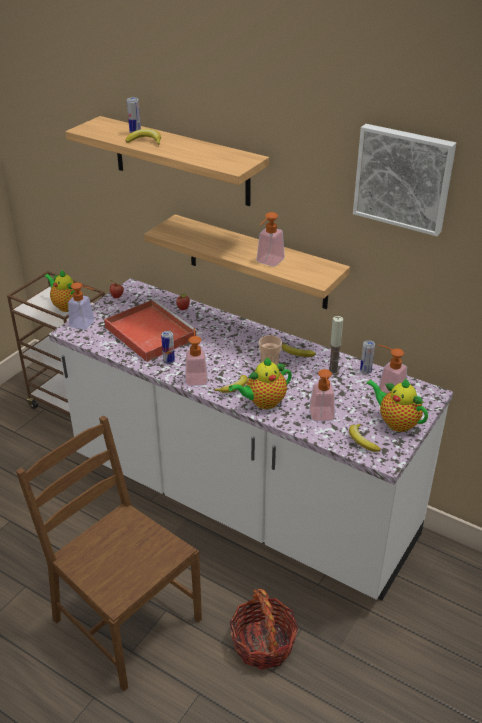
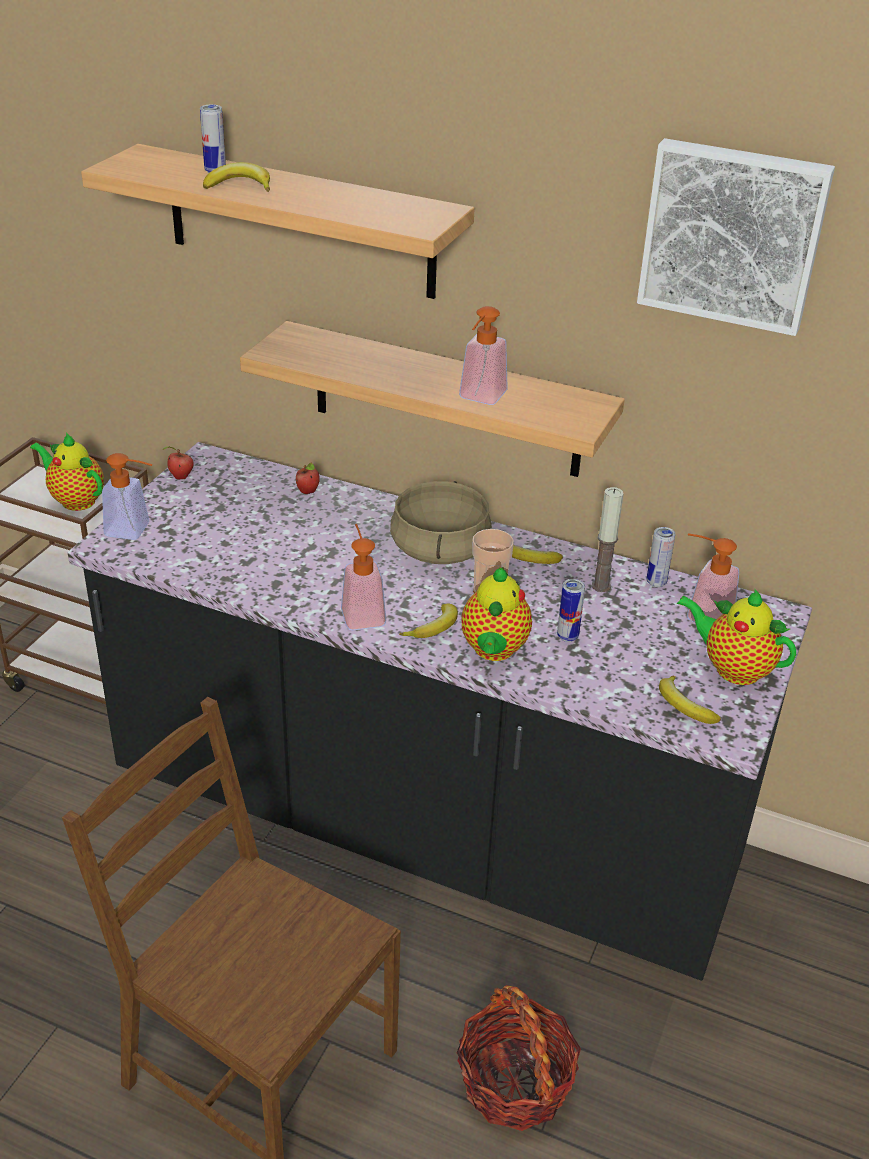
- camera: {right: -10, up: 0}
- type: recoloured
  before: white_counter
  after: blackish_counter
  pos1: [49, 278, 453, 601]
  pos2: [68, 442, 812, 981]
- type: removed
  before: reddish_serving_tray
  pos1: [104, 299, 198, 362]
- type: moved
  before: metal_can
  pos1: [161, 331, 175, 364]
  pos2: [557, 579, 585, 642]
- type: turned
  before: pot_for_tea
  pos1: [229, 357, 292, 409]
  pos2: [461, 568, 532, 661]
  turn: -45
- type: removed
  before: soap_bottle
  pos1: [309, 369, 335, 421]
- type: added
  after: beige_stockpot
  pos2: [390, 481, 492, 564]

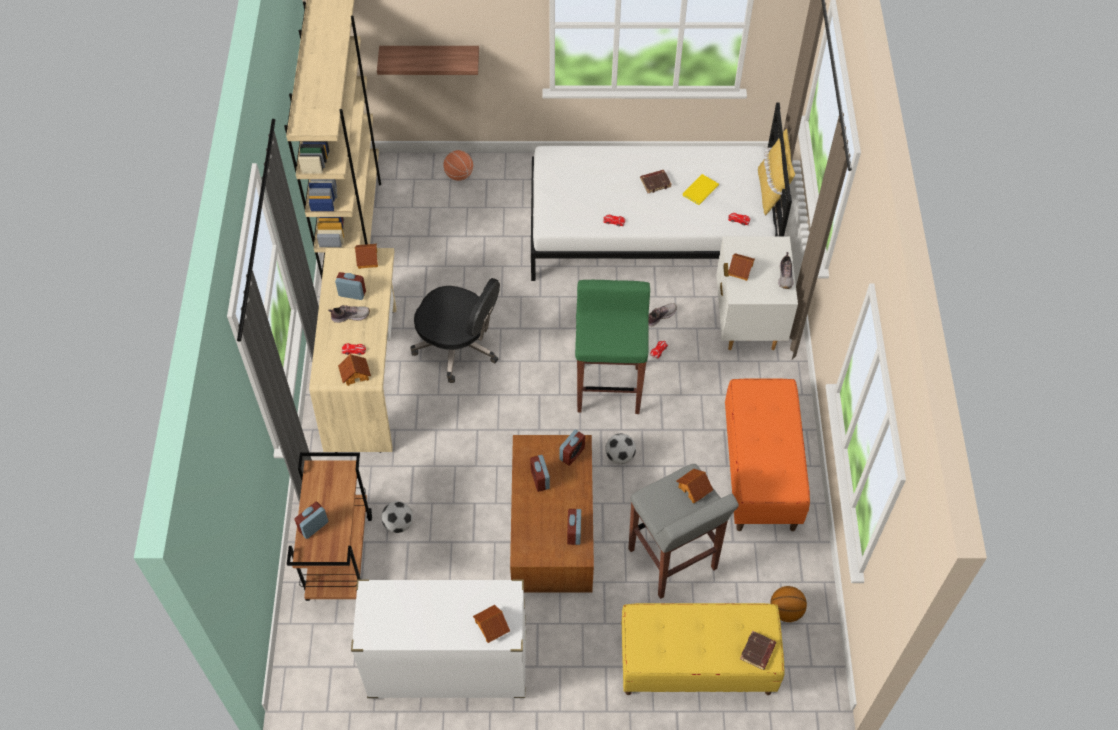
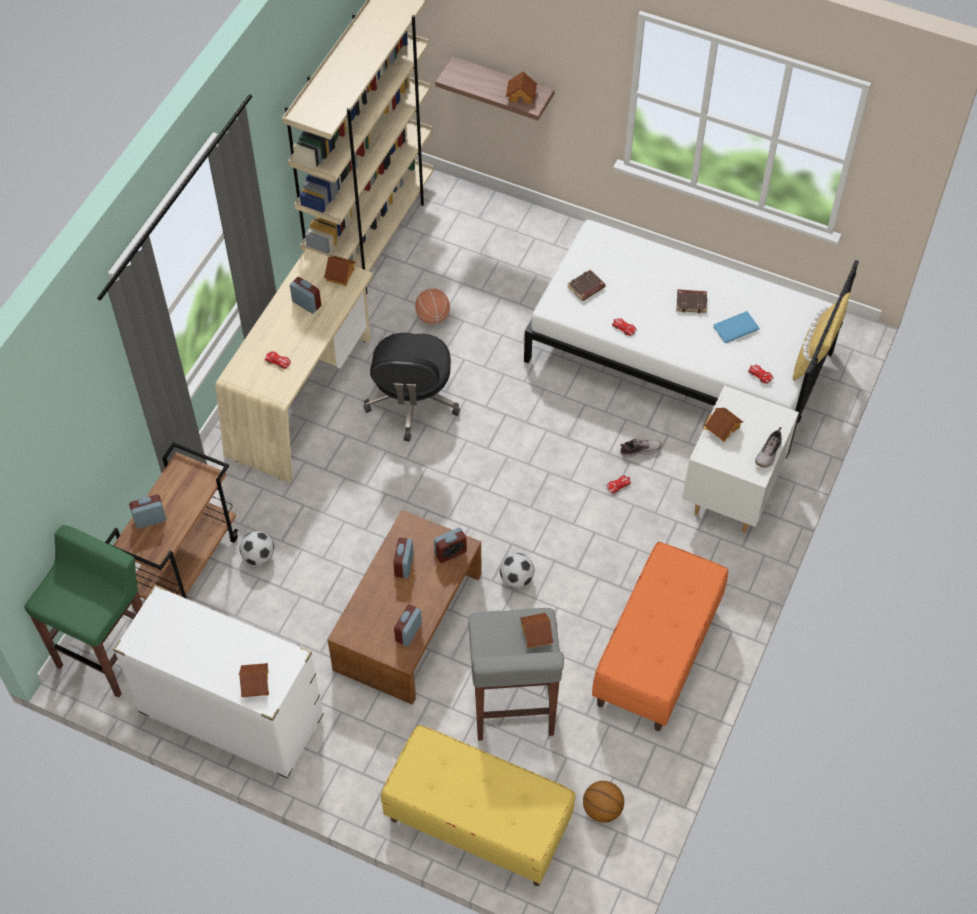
- camera: {right: 25, up: 0}
- type: removed
  before: item_of_footwear
  pos1: [328, 305, 370, 323]
- type: moved
  before: model_house
  pos1: [338, 354, 371, 386]
  pos2: [506, 71, 537, 104]
- type: turned
  before: blackish_office_chair
  pos1: [410, 278, 500, 383]
  pos2: [363, 333, 460, 442]
  turn: 45
- type: moved
  before: basketball_ball
  pos1: [443, 150, 473, 181]
  pos2: [415, 289, 450, 324]
- type: moved
  before: greenish_stool_seat
  pos1: [575, 280, 650, 414]
  pos2: [24, 525, 143, 698]
- type: recoloured
  before: yellowish_book
  after: blue-coloured_book
  pos1: [683, 174, 719, 205]
  pos2: [713, 311, 760, 343]
- type: moved
  before: brown_book
  pos1: [740, 631, 777, 670]
  pos2: [567, 270, 606, 301]

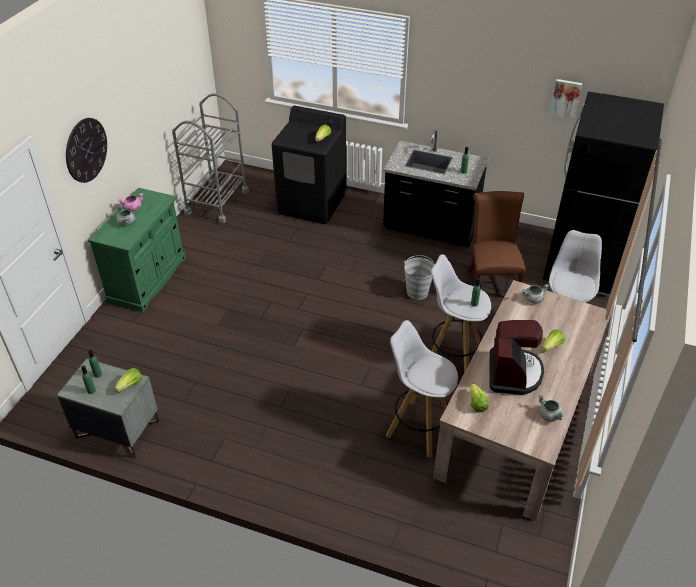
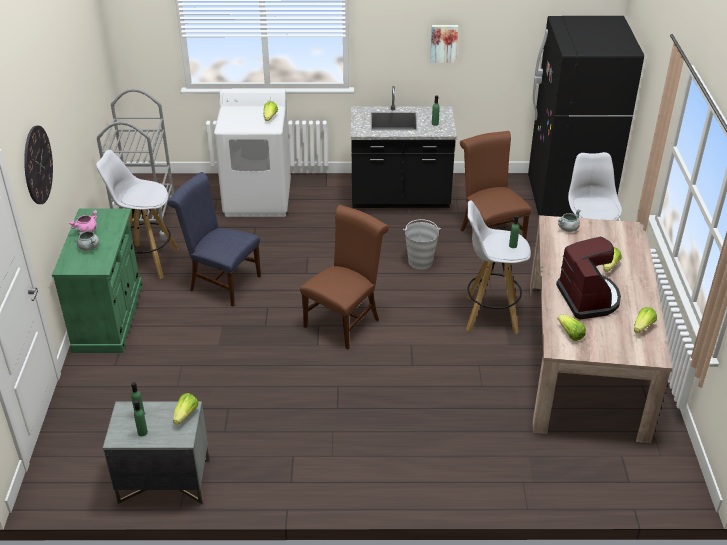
- camera: {right: -20, up: -5}
- type: recoloured
  before: blackish_washing_machine
  after: white_washing_machine
  pos1: [272, 106, 347, 224]
  pos2: [214, 89, 291, 217]
- type: moved
  before: white_stool_seat
  pos1: [386, 320, 458, 458]
  pos2: [96, 150, 179, 279]
- type: replaced
  before: greyish_stockpot
  after: lettuce
  pos1: [538, 394, 565, 422]
  pos2: [634, 307, 657, 333]
- type: moved
  before: picture
  pos1: [550, 79, 582, 119]
  pos2: [430, 25, 458, 63]
- type: added
  after: blue-coloured_upright_chair
  pos2: [167, 172, 261, 306]
- type: added
  after: brown_upright_chair
  pos2: [300, 205, 389, 350]

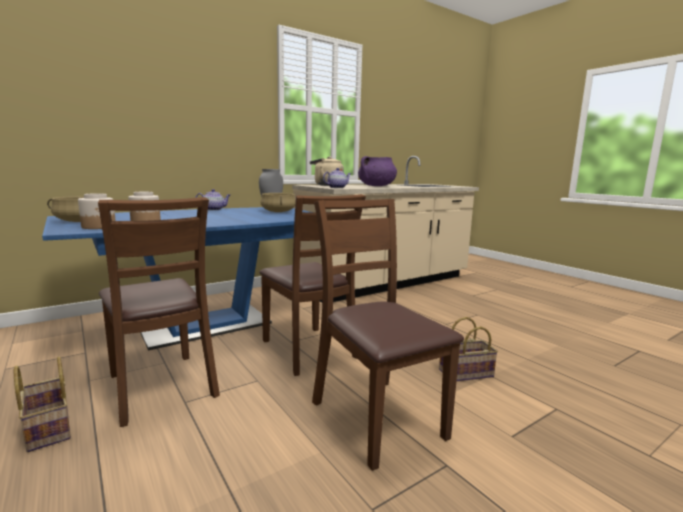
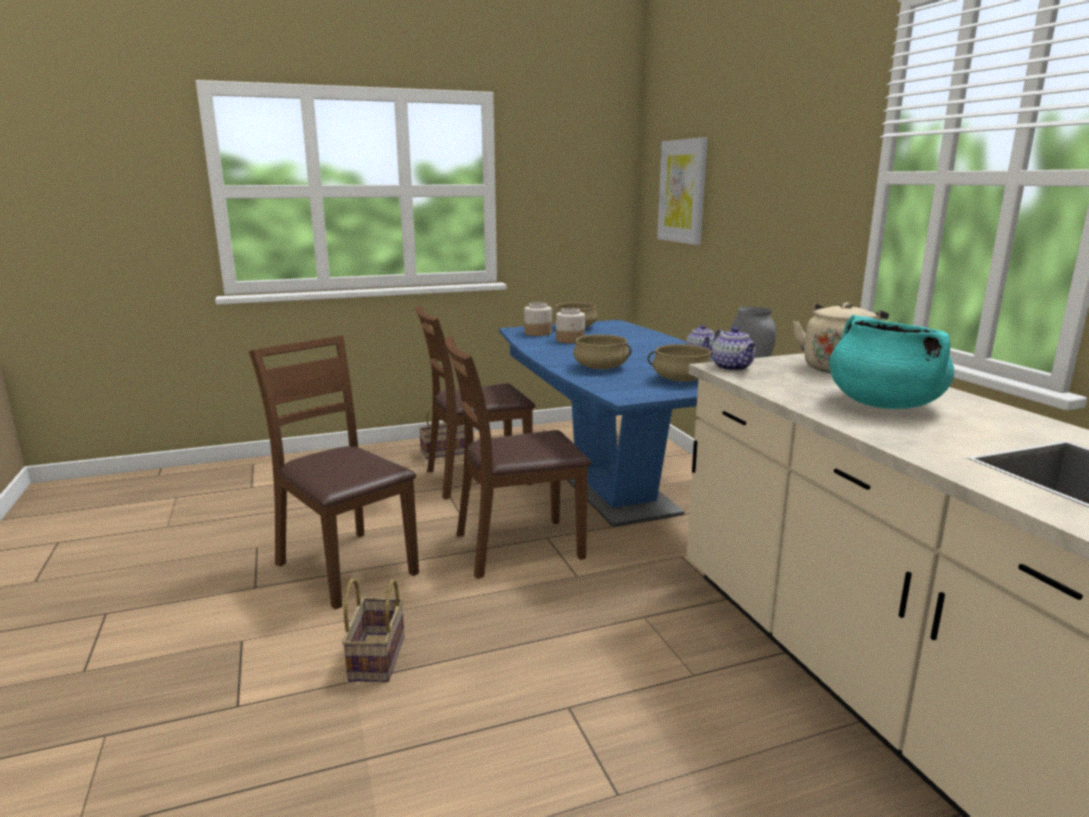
- camera: {right: 105, up: 5}
- type: turned
  before: brown_upright_chair
  pos1: [312, 199, 464, 471]
  pos2: [249, 336, 419, 610]
  turn: -120
- type: recoloured
  before: purple_stockpot
  after: turquoise_stockpot
  pos1: [358, 156, 397, 186]
  pos2: [829, 315, 954, 409]
- type: added
  after: beige_stockpot
  pos2: [573, 334, 631, 369]
- type: added
  after: picture
  pos2: [657, 137, 708, 245]

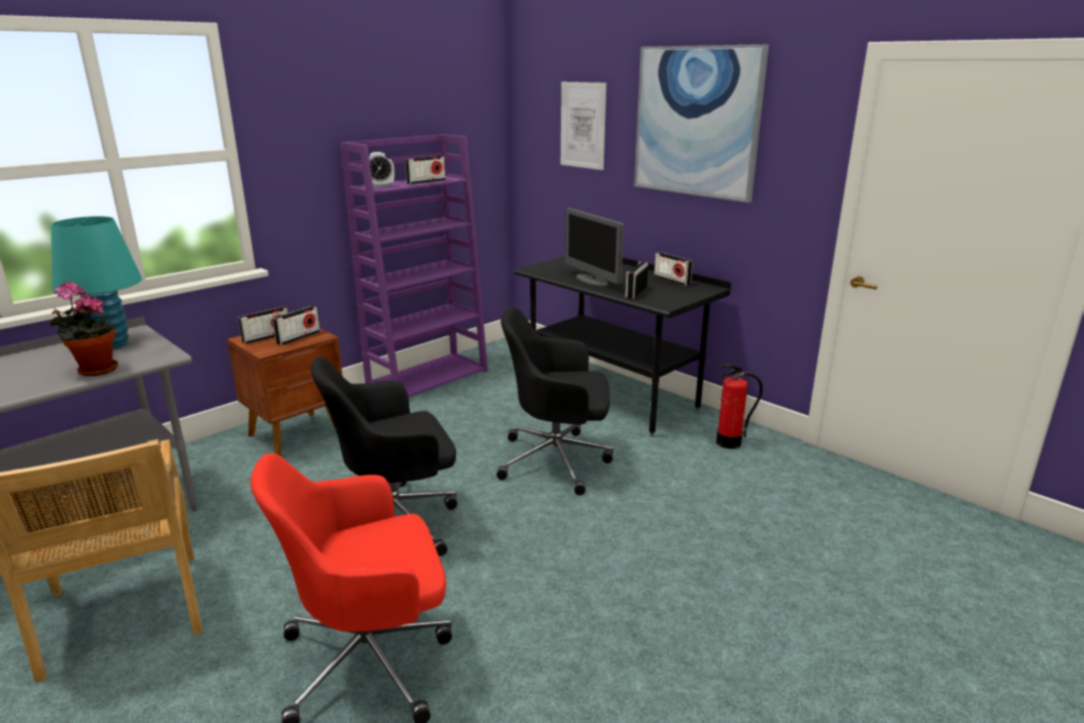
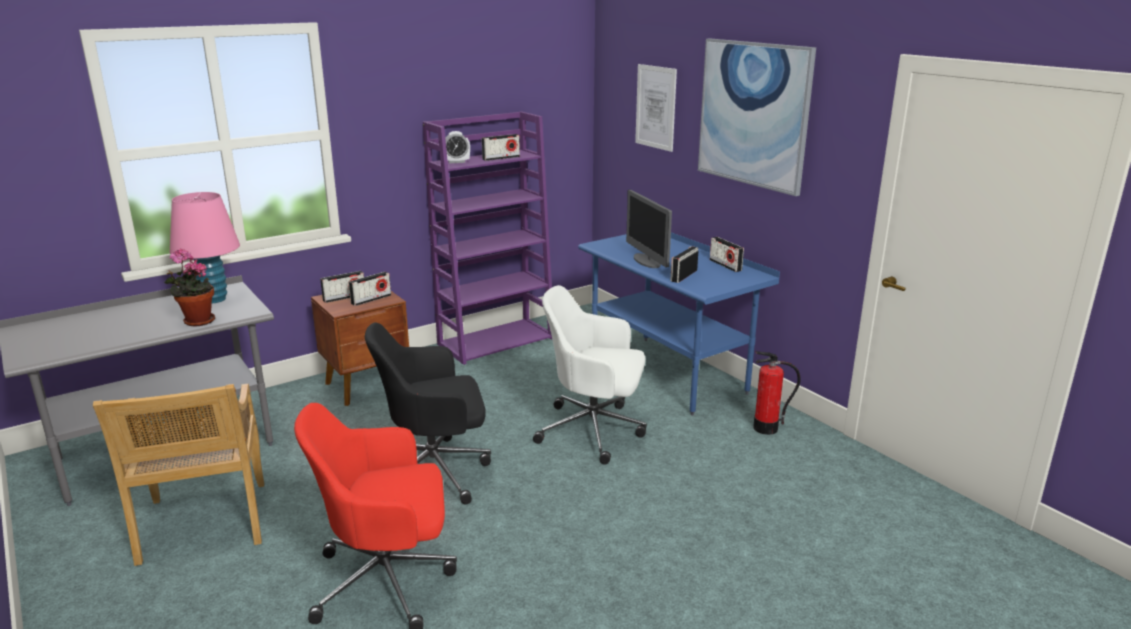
- camera: {right: 10, up: 0}
- type: recoloured
  before: turquoise_tabletop_lamp
  after: pinkish_tabletop_lamp
  pos1: [51, 216, 142, 349]
  pos2: [170, 192, 240, 303]
- type: recoloured
  before: blackish_office_chair
  after: white_office_chair
  pos1: [497, 307, 614, 495]
  pos2: [533, 285, 647, 465]
- type: recoloured
  before: blackish_desk_table
  after: blue-coloured_desk_table
  pos1: [514, 256, 731, 436]
  pos2: [578, 232, 780, 416]

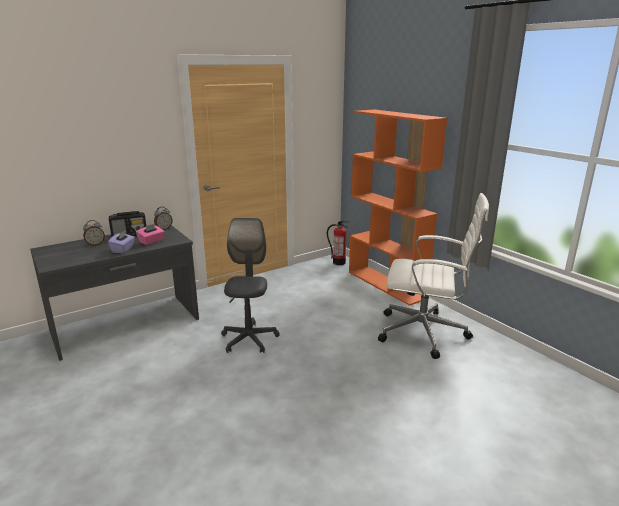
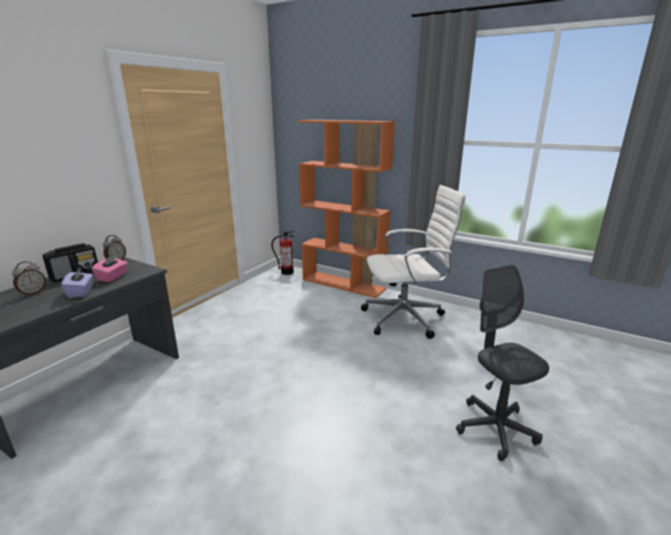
- camera: {right: -25, up: 0}
- type: moved
  before: greyish_office_chair
  pos1: [221, 218, 279, 353]
  pos2: [456, 265, 549, 461]

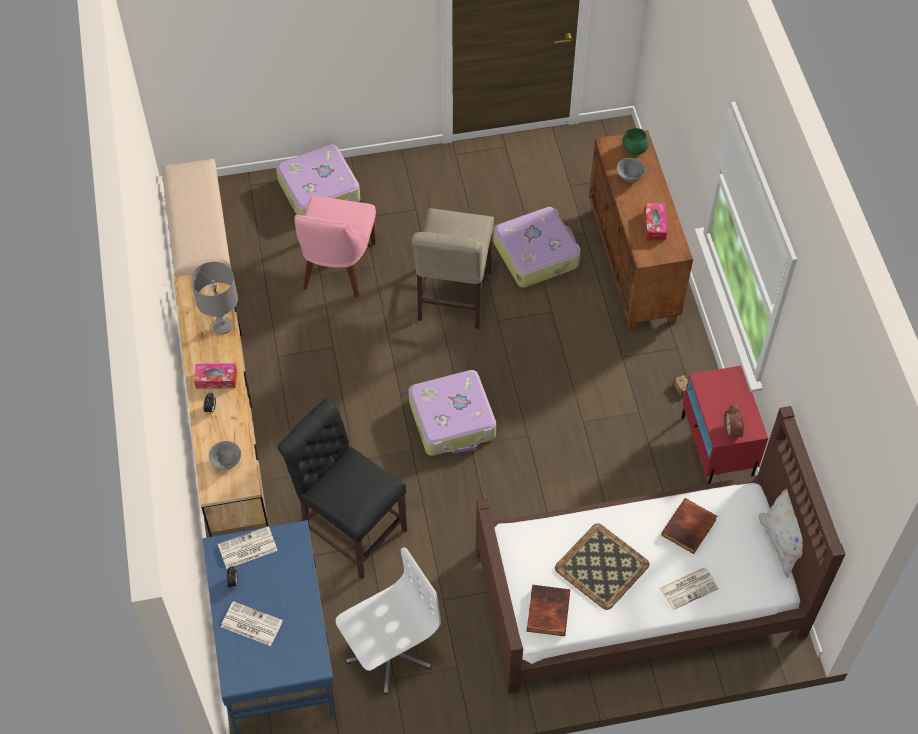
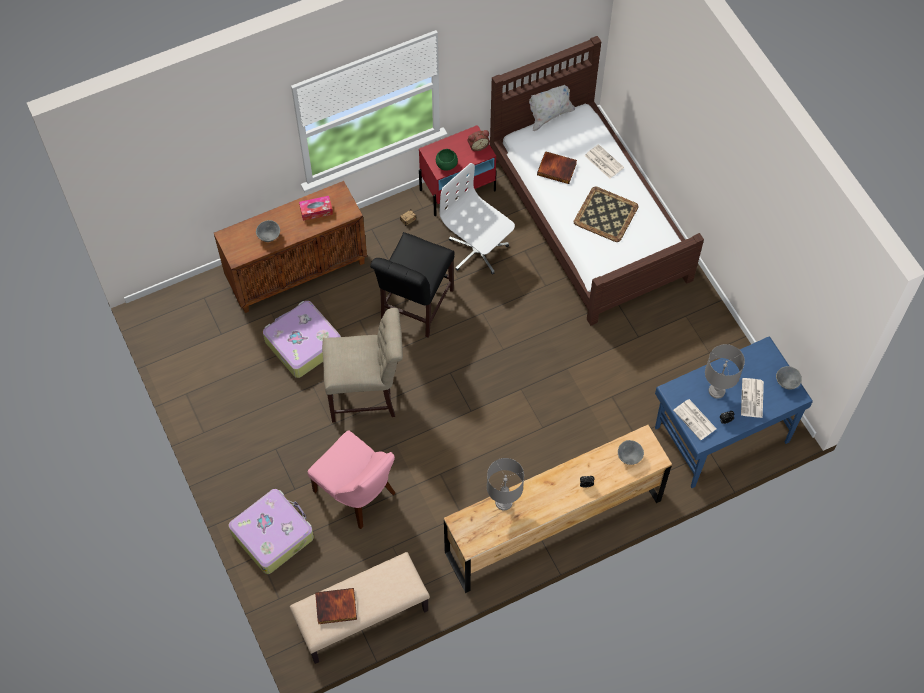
- camera: {right: -105, up: 5}
- type: removed
  before: tissue_box
  pos1: [194, 363, 237, 389]
- type: moved
  before: blackish_upright_chair
  pos1: [278, 399, 407, 579]
  pos2: [370, 232, 455, 338]
- type: turned
  before: pinkish_upright_chair
  pos1: [294, 196, 376, 297]
  pos2: [308, 430, 395, 529]
  turn: 45
- type: moved
  before: white_office_chair
  pos1: [336, 548, 441, 695]
  pos2: [440, 163, 515, 275]
- type: removed
  before: suitcase
  pos1: [408, 370, 496, 456]
- type: moved
  before: book
  pos1: [526, 585, 570, 636]
  pos2: [315, 588, 357, 624]
- type: moved
  before: greenish_deep_dish
  pos1: [622, 128, 649, 155]
  pos2: [436, 149, 458, 171]
- type: added
  after: greyish_tabletop_lamp
  pos2: [705, 344, 745, 399]
- type: added
  after: greyish_deep_dish
  pos2: [776, 366, 802, 389]

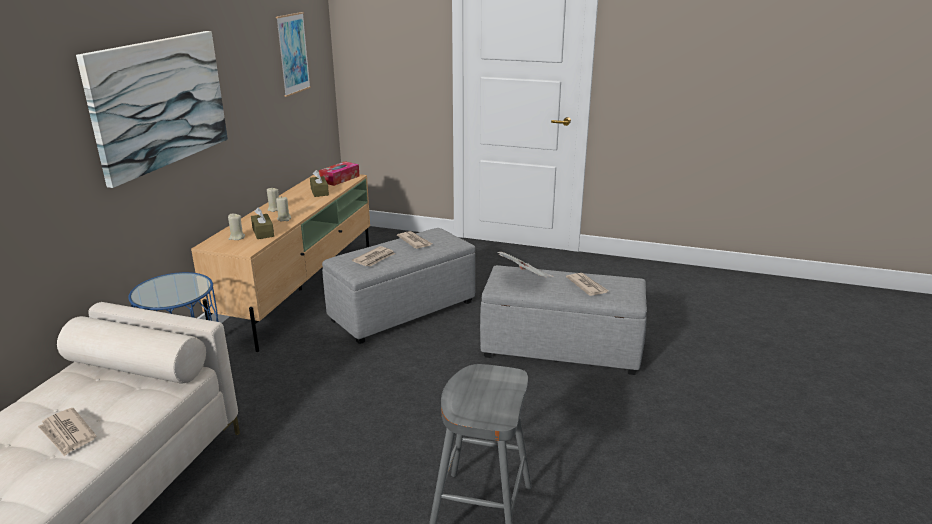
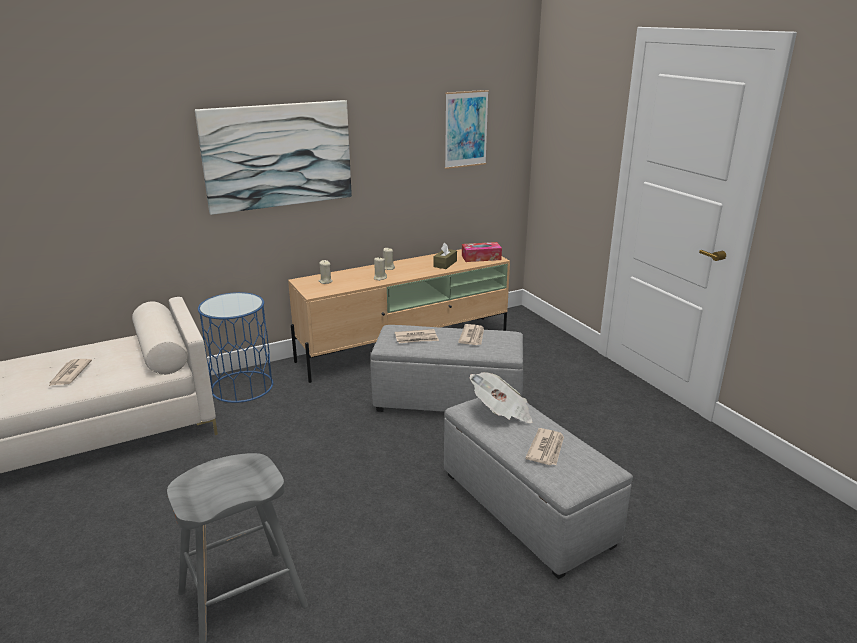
- camera: {right: 45, up: 0}
- type: removed
  before: brown_tissue_box
  pos1: [251, 207, 274, 239]

